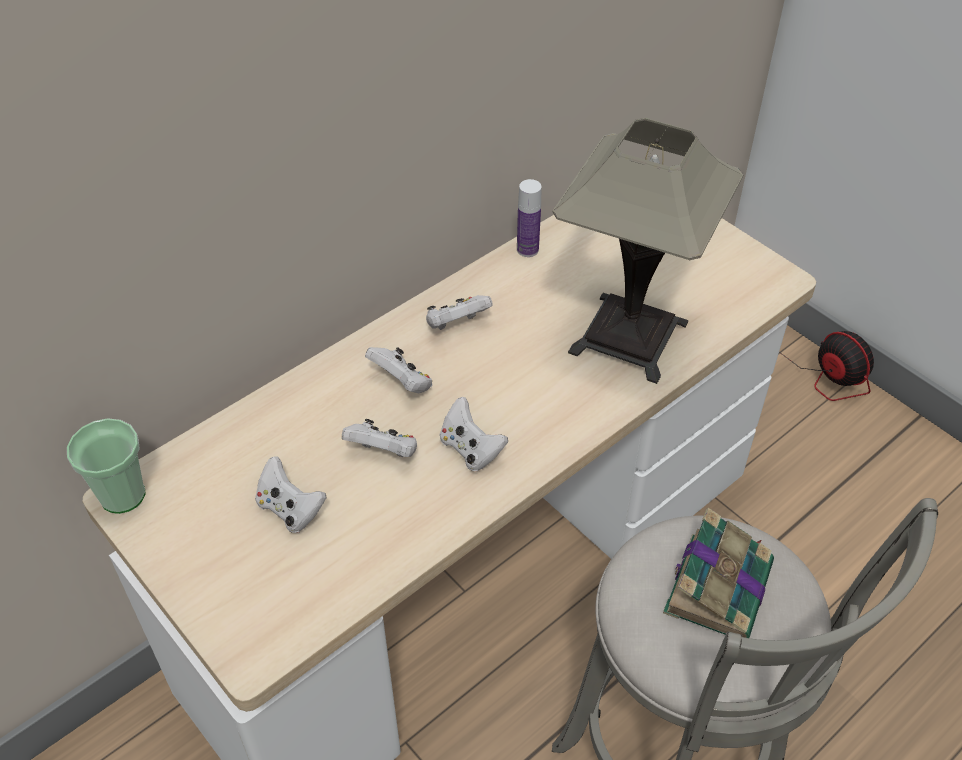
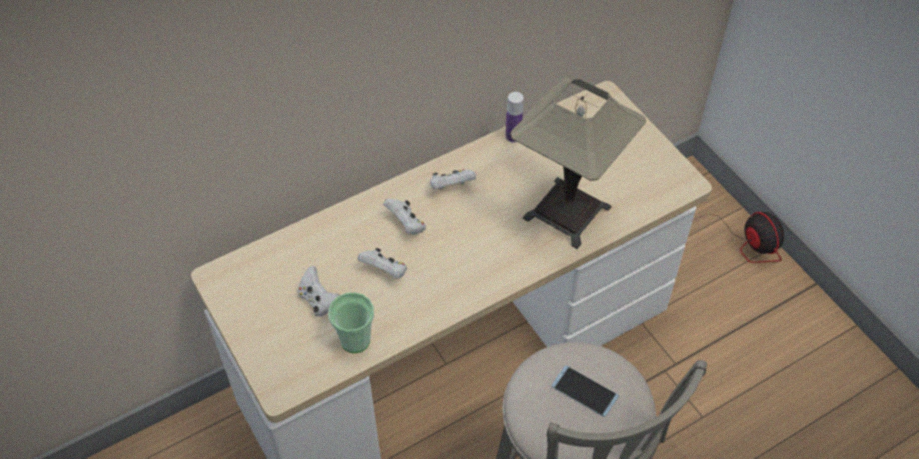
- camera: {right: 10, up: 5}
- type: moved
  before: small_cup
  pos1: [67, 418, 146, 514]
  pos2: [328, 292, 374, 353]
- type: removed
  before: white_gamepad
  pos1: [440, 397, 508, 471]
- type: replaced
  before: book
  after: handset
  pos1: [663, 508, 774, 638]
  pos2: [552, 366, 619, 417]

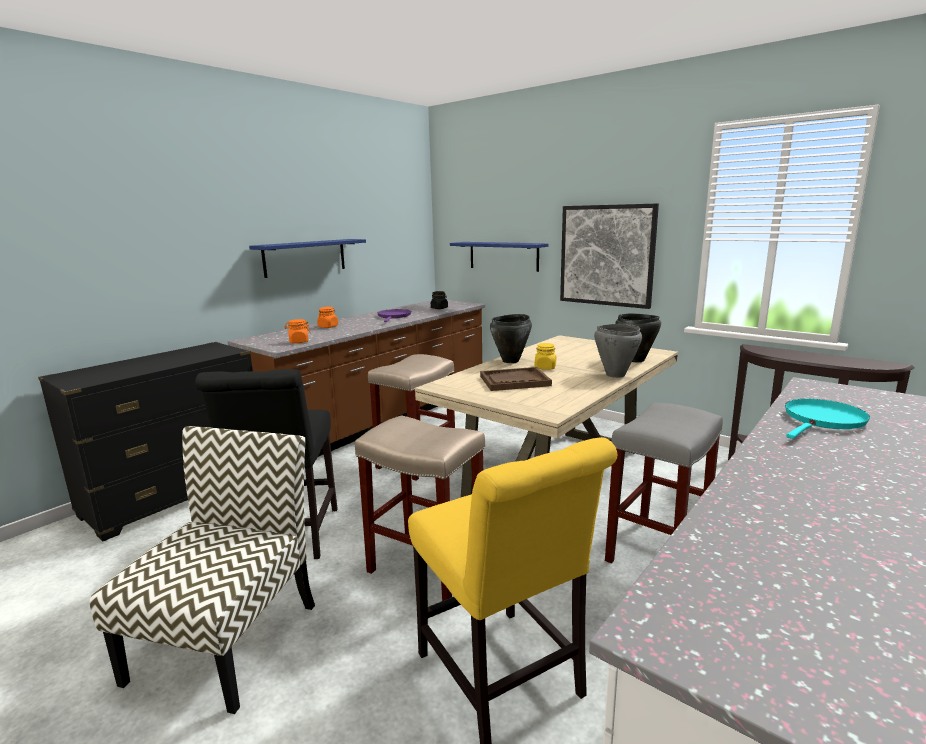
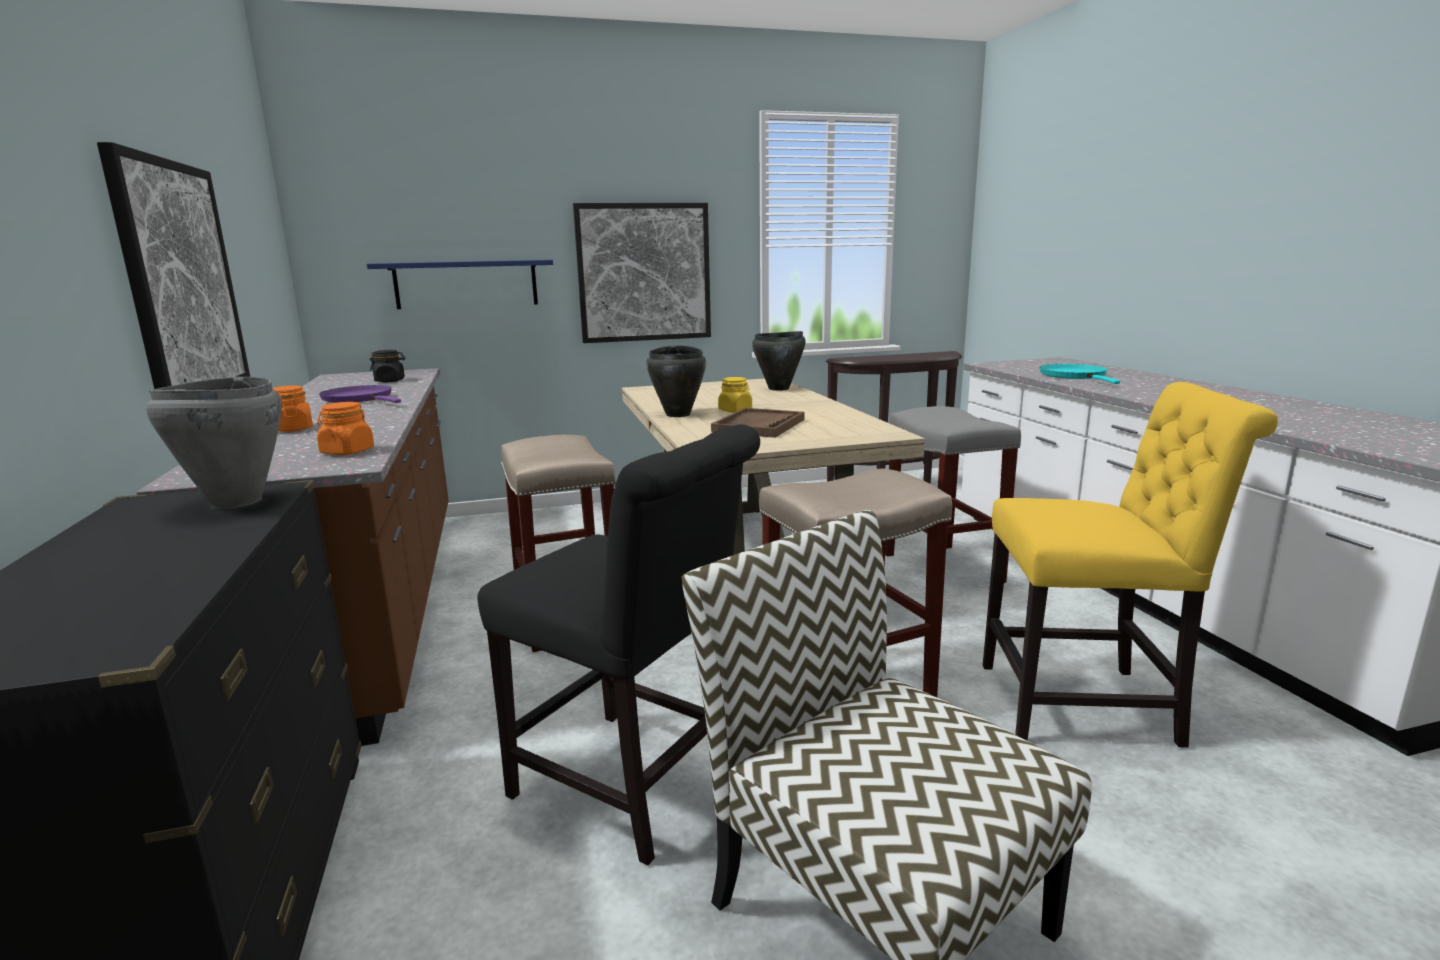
- camera: {right: -55, up: 0}
- type: replaced
  before: blue-coloured_shelf
  after: picture
  pos1: [249, 239, 366, 278]
  pos2: [97, 142, 250, 389]
- type: moved
  before: greyish_stockpot
  pos1: [594, 324, 642, 378]
  pos2: [146, 376, 282, 509]

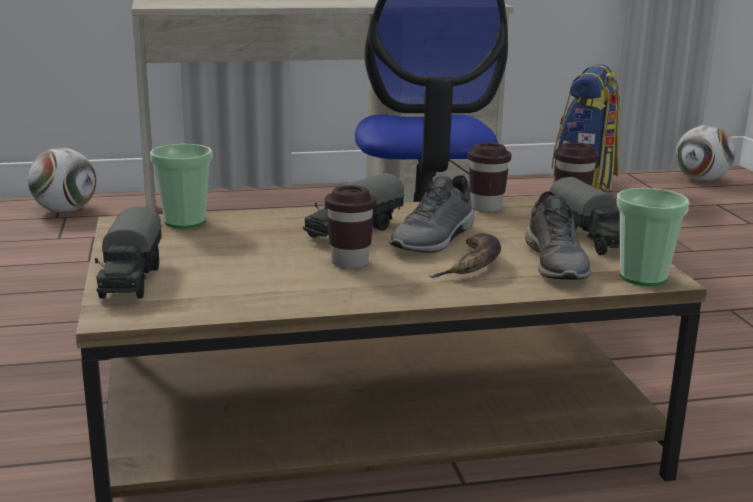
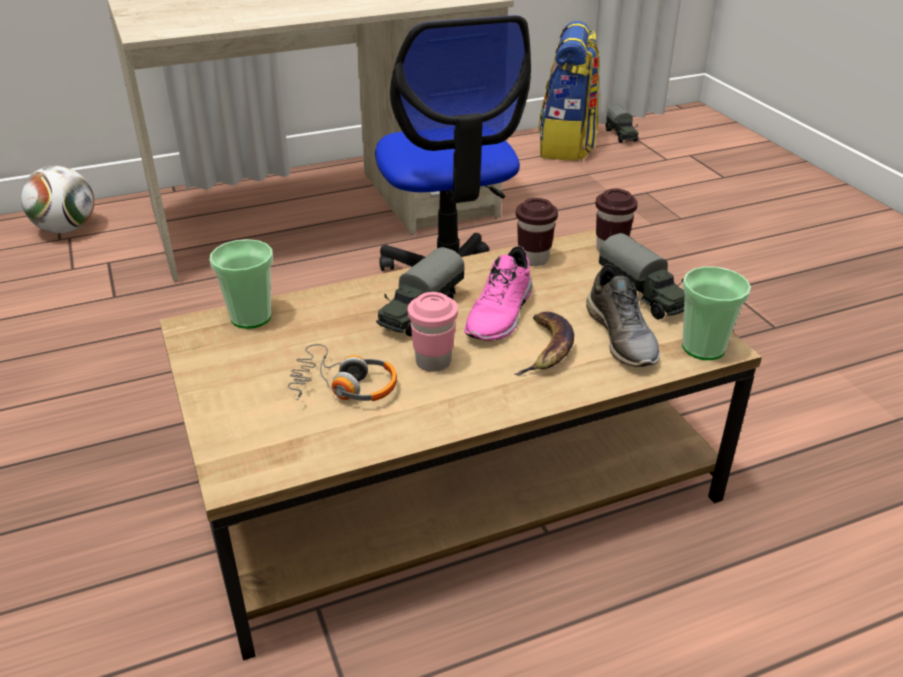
- camera: {right: -10, up: 15}
- type: moved
  before: toy_truck
  pos1: [95, 207, 162, 299]
  pos2: [605, 102, 639, 143]
- type: recoloured
  before: brown_small_cup
  after: pinkish_small_cup
  pos1: [325, 185, 376, 269]
  pos2: [408, 292, 458, 372]
- type: recoloured
  before: greyish_item_of_footwear
  after: pinkish_item_of_footwear
  pos1: [389, 175, 475, 253]
  pos2: [464, 246, 533, 341]
- type: removed
  before: football
  pos1: [676, 125, 735, 182]
- type: added
  after: headset
  pos2: [288, 344, 397, 401]

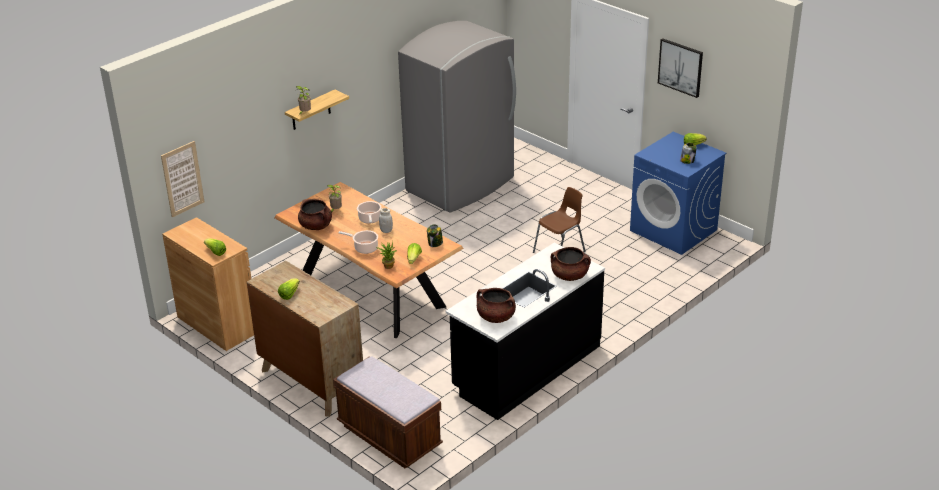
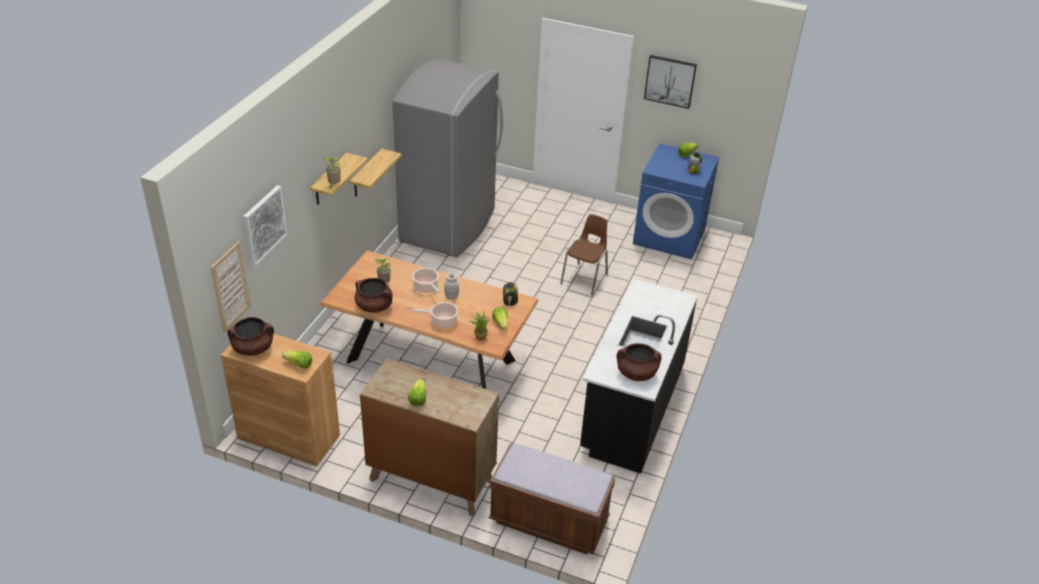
- camera: {right: -25, up: 5}
- type: moved
  before: brown_stockpot
  pos1: [551, 247, 591, 281]
  pos2: [227, 317, 274, 356]
- type: added
  after: picture
  pos2: [243, 185, 287, 267]
- type: added
  after: shelf
  pos2: [349, 149, 402, 197]

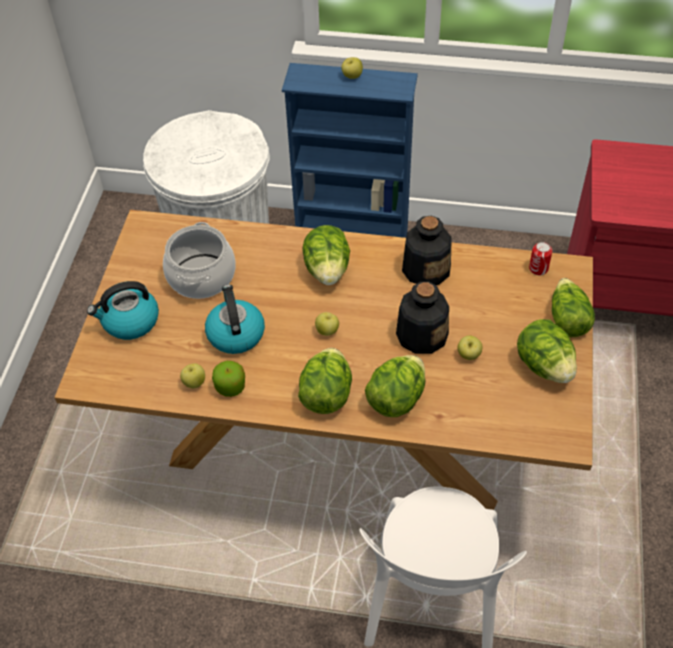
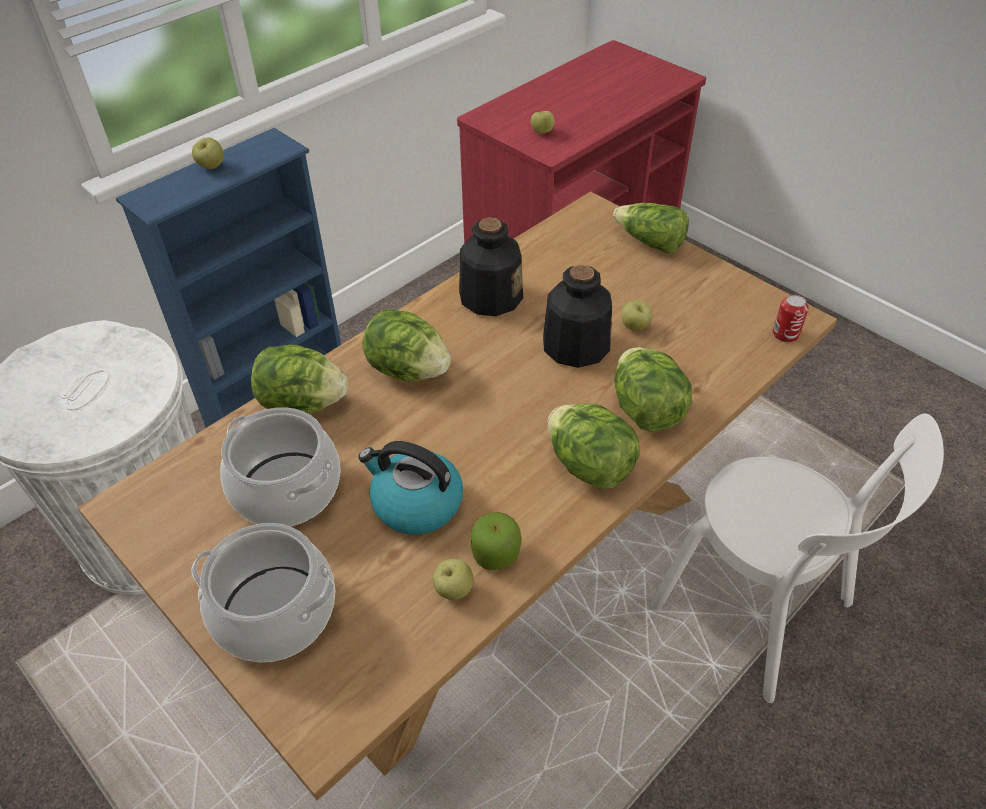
- camera: {right: -55, up: -5}
- type: replaced
  before: water_kettle
  after: stockpot
  pos1: [87, 281, 159, 340]
  pos2: [191, 523, 335, 662]
- type: moved
  before: apple
  pos1: [315, 312, 339, 336]
  pos2: [531, 111, 555, 134]
- type: moved
  before: lettuce
  pos1: [517, 319, 577, 383]
  pos2: [251, 345, 348, 414]
- type: moved
  before: metal_can
  pos1: [529, 242, 552, 275]
  pos2: [773, 295, 809, 343]

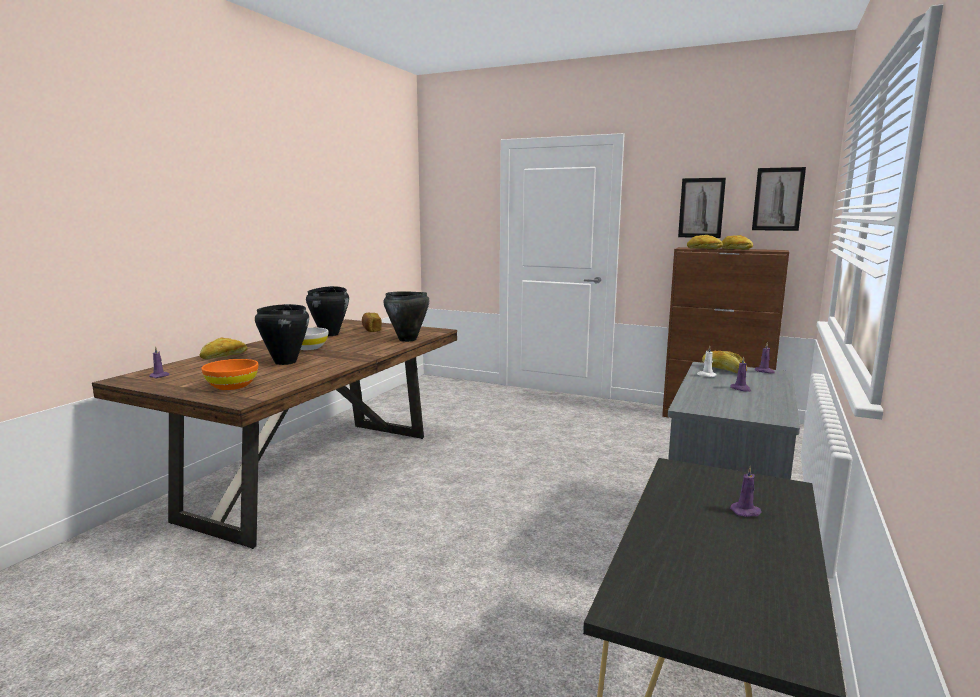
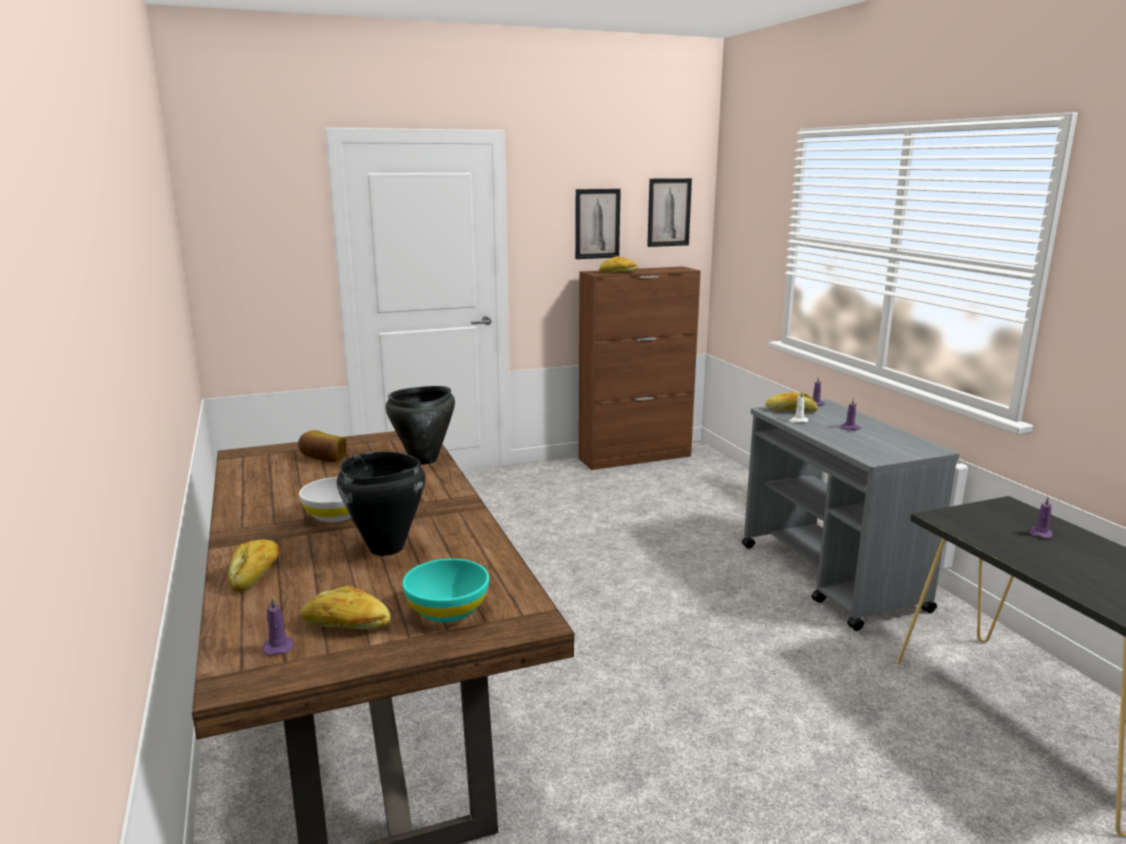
- camera: {right: -45, up: 5}
- type: recoloured
  before: orange_deep_dish
  after: turquoise_deep_dish
  pos1: [201, 359, 258, 390]
  pos2: [403, 559, 489, 622]
- type: removed
  before: blackish_stockpot
  pos1: [306, 286, 349, 336]
- type: moved
  before: baked_bread
  pos1: [721, 235, 753, 250]
  pos2: [301, 586, 391, 630]

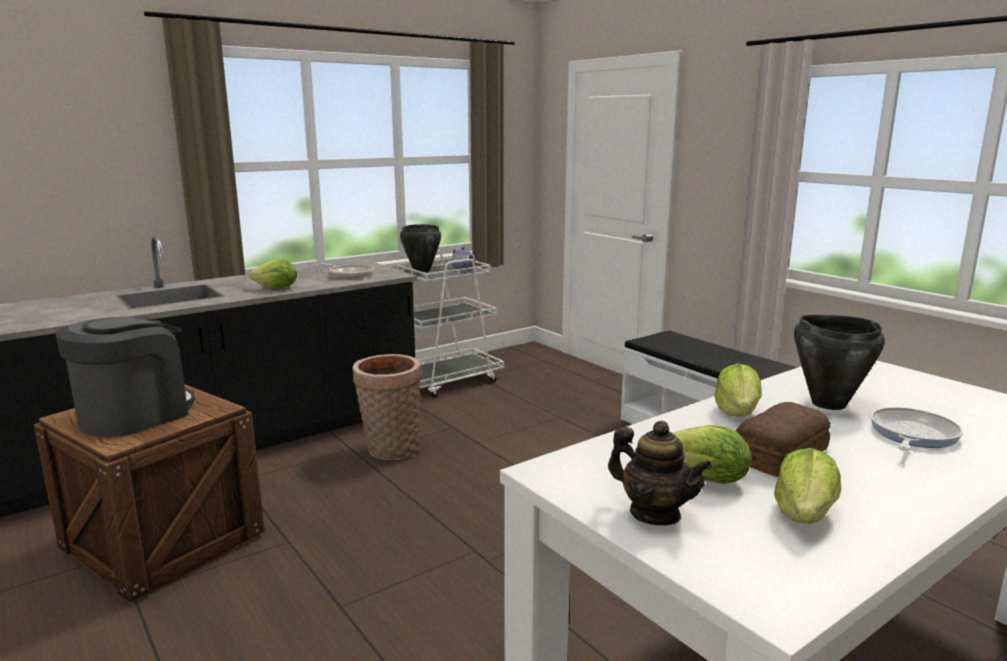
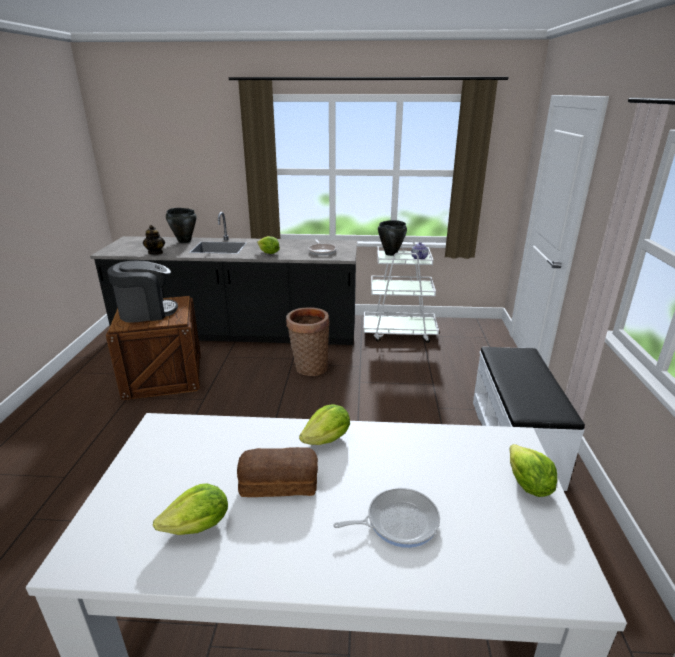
- camera: {right: 40, up: 10}
- type: moved
  before: pot_for_tea
  pos1: [608, 421, 712, 525]
  pos2: [143, 225, 165, 255]
- type: moved
  before: lettuce
  pos1: [673, 425, 751, 484]
  pos2: [509, 444, 557, 497]
- type: moved
  before: blackish_stockpot
  pos1: [794, 315, 885, 410]
  pos2: [166, 208, 196, 243]

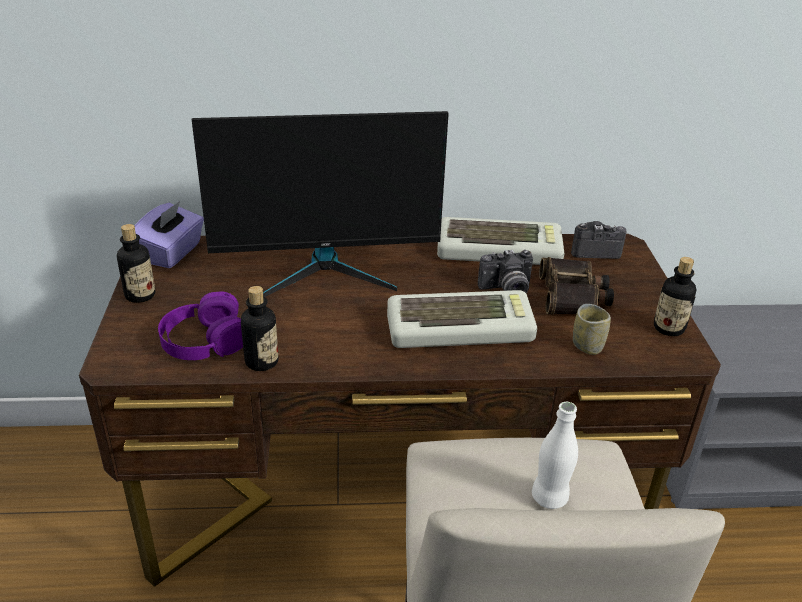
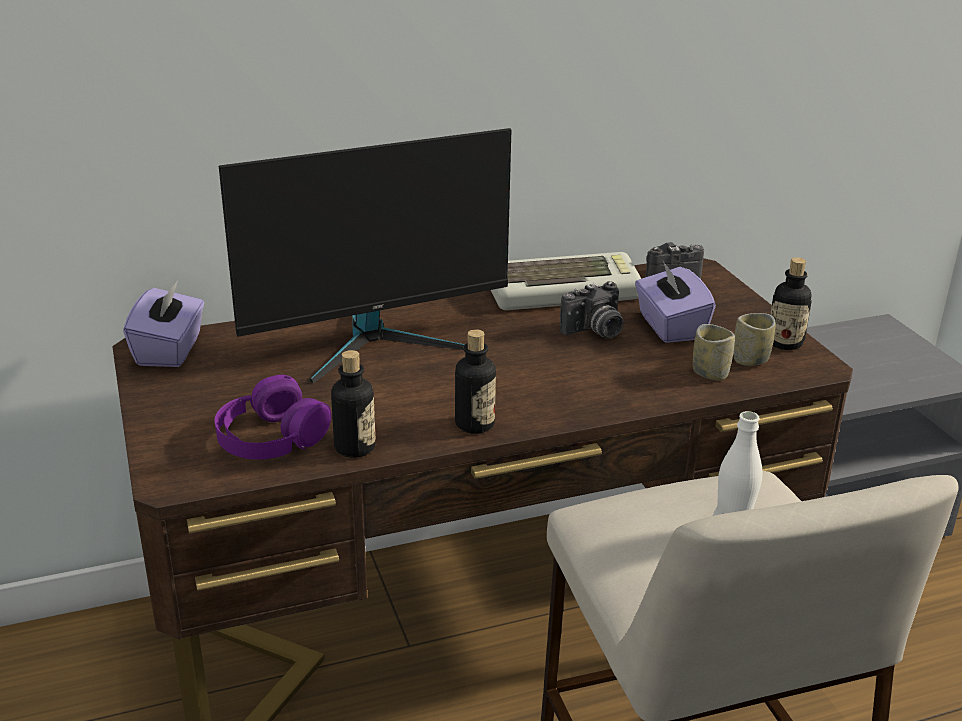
- camera: {right: -15, up: -5}
- type: moved
  before: beverage_bottle
  pos1: [117, 224, 155, 303]
  pos2: [455, 329, 496, 434]
- type: removed
  before: computer_keyboard
  pos1: [387, 290, 537, 348]
- type: replaced
  before: binoculars
  after: purple_tissue_box
  pos1: [539, 257, 614, 314]
  pos2: [635, 261, 716, 343]
- type: added
  after: small_cup
  pos2: [733, 313, 776, 366]

